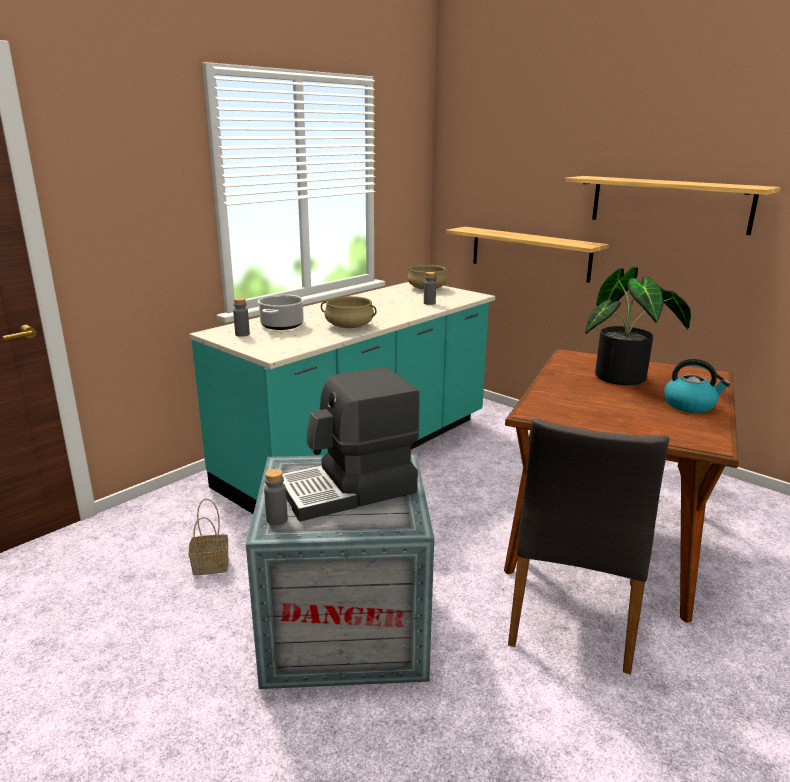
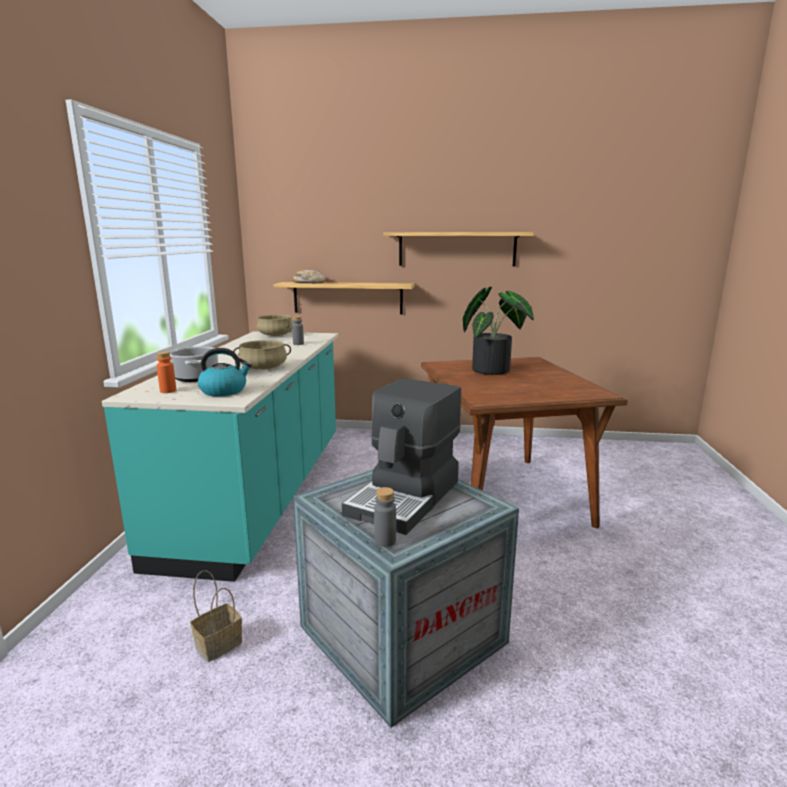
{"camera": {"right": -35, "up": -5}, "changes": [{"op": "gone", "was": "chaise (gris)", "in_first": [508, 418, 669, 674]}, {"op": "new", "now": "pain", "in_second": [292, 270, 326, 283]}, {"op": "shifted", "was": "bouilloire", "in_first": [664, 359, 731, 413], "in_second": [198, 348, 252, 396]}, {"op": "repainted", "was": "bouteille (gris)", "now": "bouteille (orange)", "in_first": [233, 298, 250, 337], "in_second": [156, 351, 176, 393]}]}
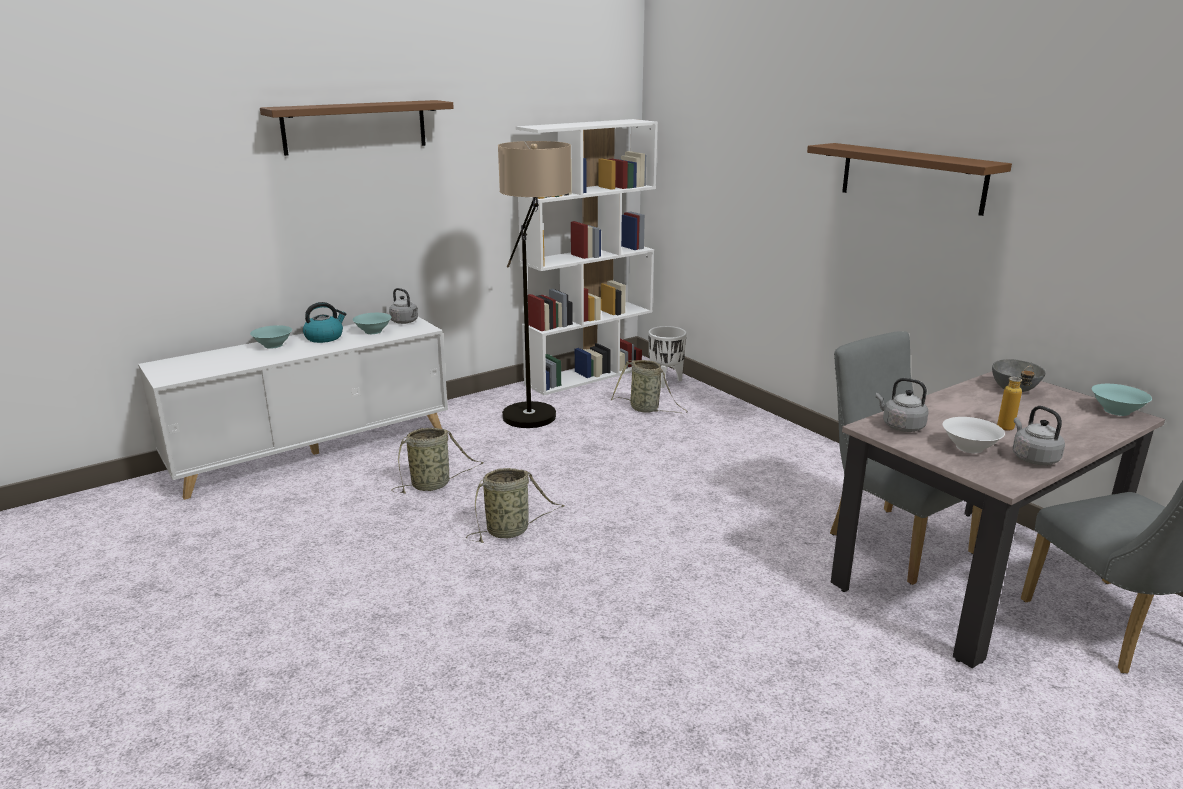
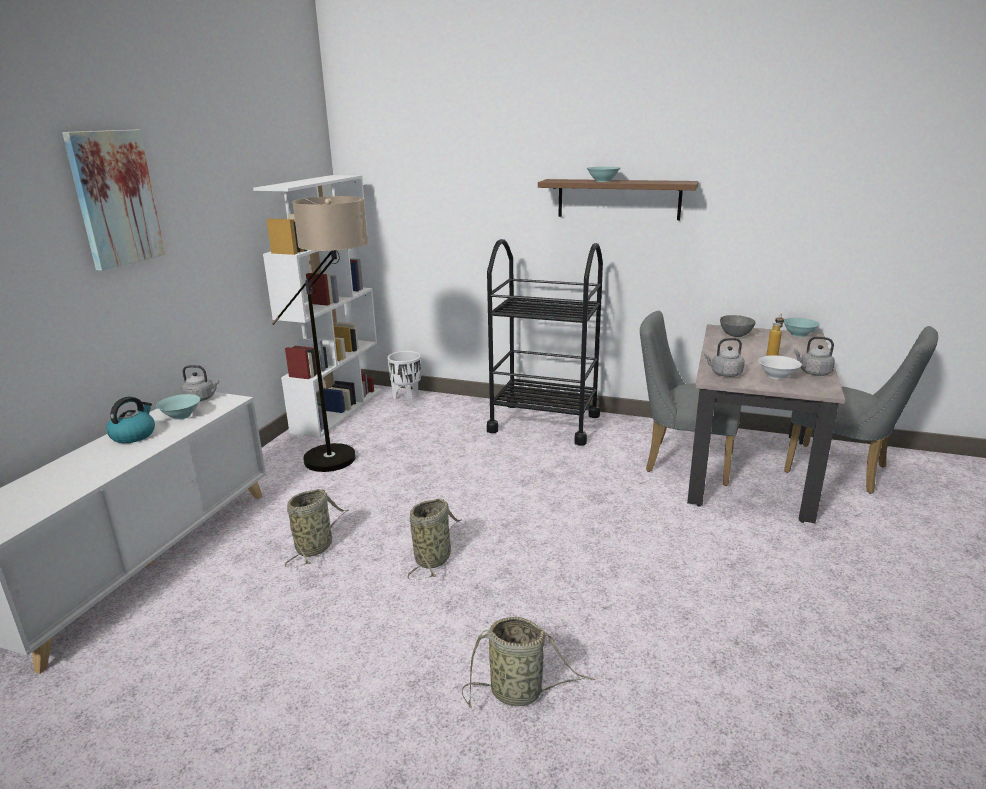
{"camera": {"right": -35, "up": 0}, "changes": [{"op": "new", "now": "chariot (noir)", "in_second": [487, 239, 603, 446]}, {"op": "shifted", "was": "bol (turquoise)", "in_first": [250, 325, 292, 349], "in_second": [587, 167, 620, 182]}, {"op": "shifted", "was": "panier", "in_first": [611, 360, 688, 413], "in_second": [462, 617, 595, 709]}, {"op": "swapped", "was": "étagère (marron)", "now": "tableau", "in_first": [260, 100, 454, 156], "in_second": [62, 129, 165, 271]}]}
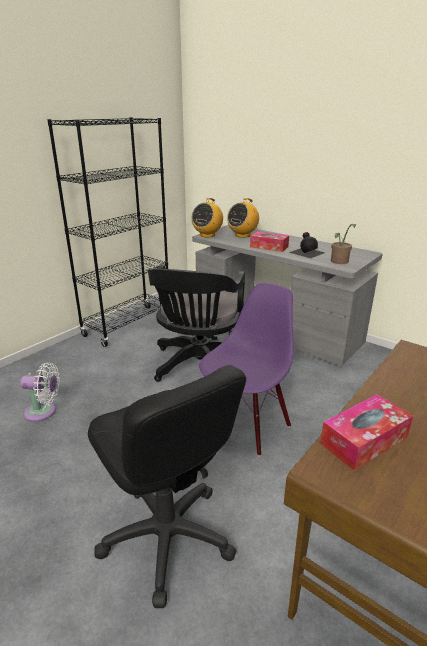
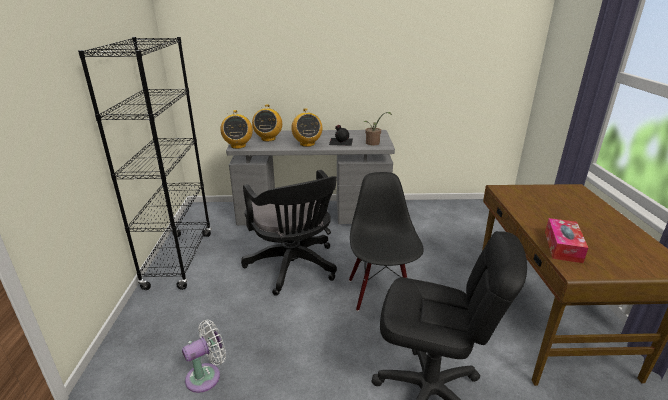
{"camera": {"right": -40, "up": 0}, "changes": [{"op": "swapped", "was": "boîte à mouchoirs", "now": "radio", "in_first": [250, 232, 289, 252], "in_second": [291, 108, 322, 147]}, {"op": "repainted", "was": "chaise (violet)", "now": "chaise (noir)", "in_first": [199, 283, 294, 456], "in_second": [349, 172, 424, 311]}]}
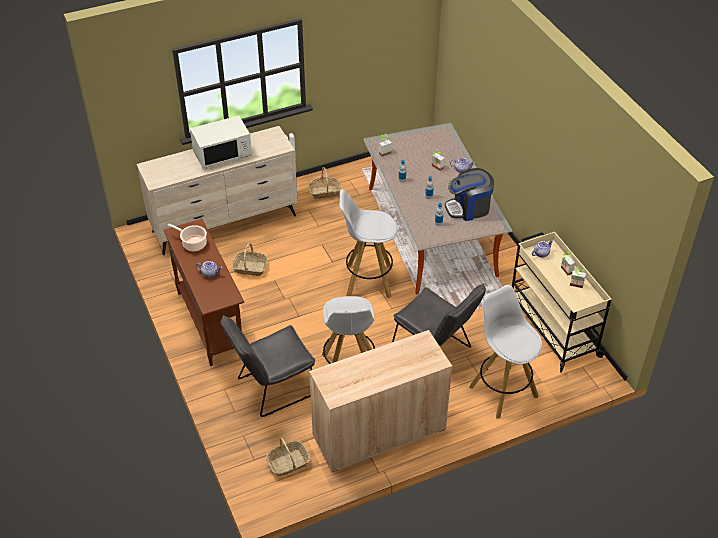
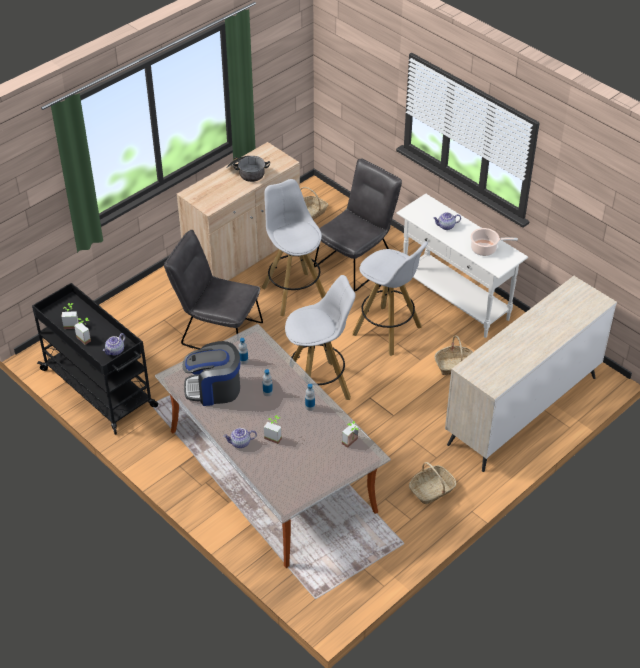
{"camera": {"right": 160, "up": 0}, "changes": [{"op": "gone", "was": "micro-ondes (blanc)", "in_first": [190, 116, 252, 169]}, {"op": "new", "now": "marmite", "in_second": [226, 156, 270, 182]}, {"op": "shifted", "was": "tabouret (blanc)", "in_first": [469, 285, 542, 418], "in_second": [353, 242, 428, 356]}, {"op": "repainted", "was": "table console (marron)", "now": "table console (blanc)", "in_first": [164, 219, 244, 366], "in_second": [396, 193, 528, 338]}, {"op": "repainted", "was": "chariot (beige)", "now": "chariot (noir)", "in_first": [512, 232, 612, 373], "in_second": [32, 283, 158, 435]}, {"op": "rotated", "was": "machine à café", "in_first": [445, 168, 494, 221], "in_second": [183, 341, 240, 406], "clockwise": -150}]}
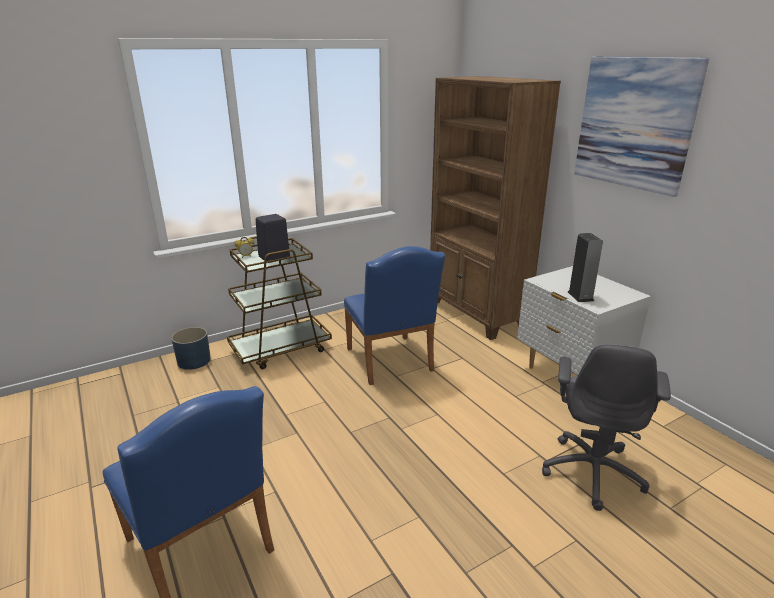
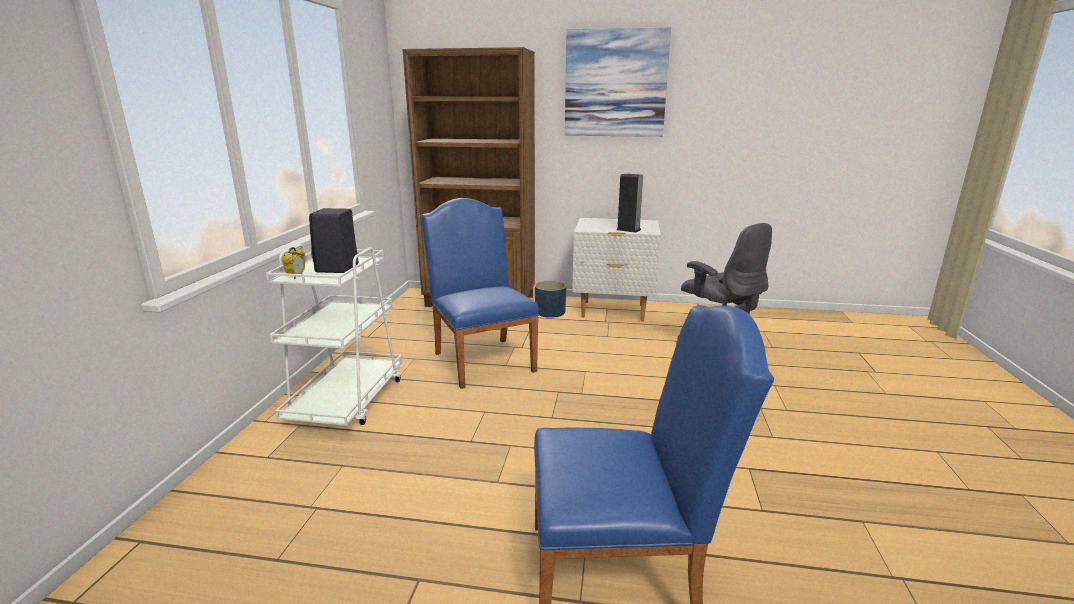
{"camera": {"right": -50, "up": -5}, "changes": [{"op": "shifted", "was": "cache-pot (bleu)", "in_first": [171, 327, 211, 370], "in_second": [535, 280, 566, 318]}, {"op": "repainted", "was": "chariot (marron)", "now": "chariot (blanc)", "in_first": [227, 236, 332, 369], "in_second": [266, 244, 402, 426]}, {"op": "rotated", "was": "chaise (bleu)", "in_first": [344, 246, 445, 385], "in_second": [421, 198, 539, 389], "clockwise": -135}]}
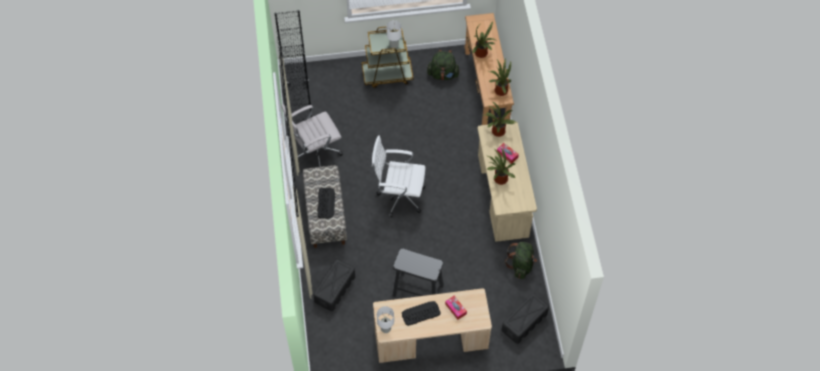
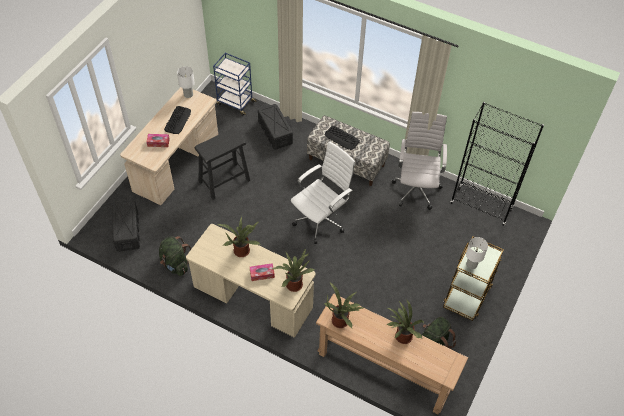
{"camera": {"right": 125, "up": -5}, "changes": [{"op": "new", "now": "chariot (bleu)", "in_second": [213, 53, 256, 115]}]}
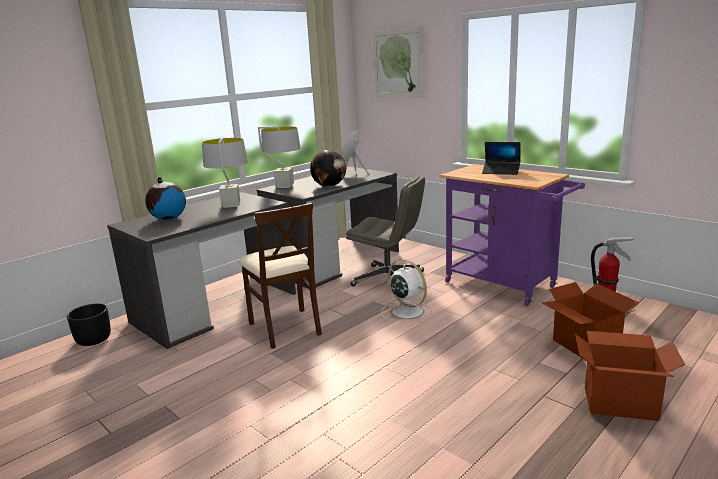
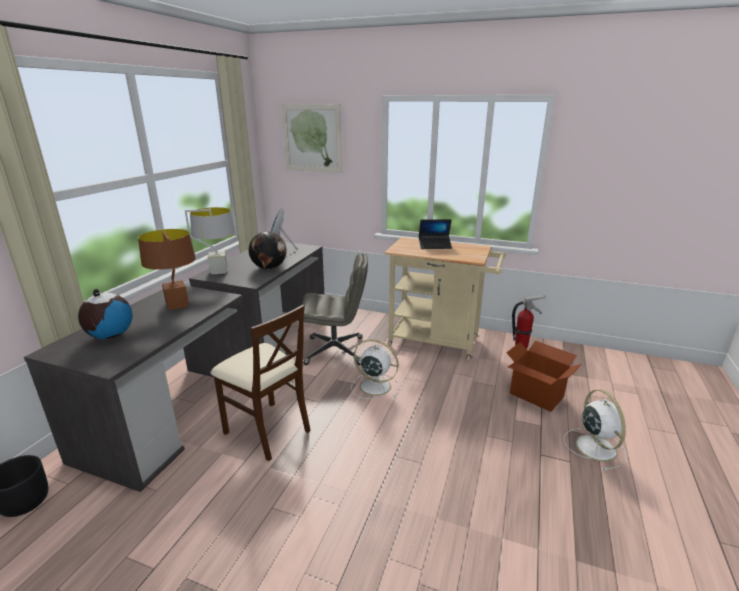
{"camera": {"right": -25, "up": 5}, "changes": [{"op": "swapped", "was": "carton", "now": "ventilateur (blanc)", "in_first": [575, 331, 685, 421], "in_second": [564, 390, 628, 471]}, {"op": "repainted", "was": "lampe de table (gris)", "now": "lampe de table (marron)", "in_first": [202, 138, 248, 208], "in_second": [138, 229, 196, 310]}, {"op": "repainted", "was": "chariot (violet)", "now": "chariot (beige)", "in_first": [440, 164, 585, 306], "in_second": [385, 237, 506, 361]}]}
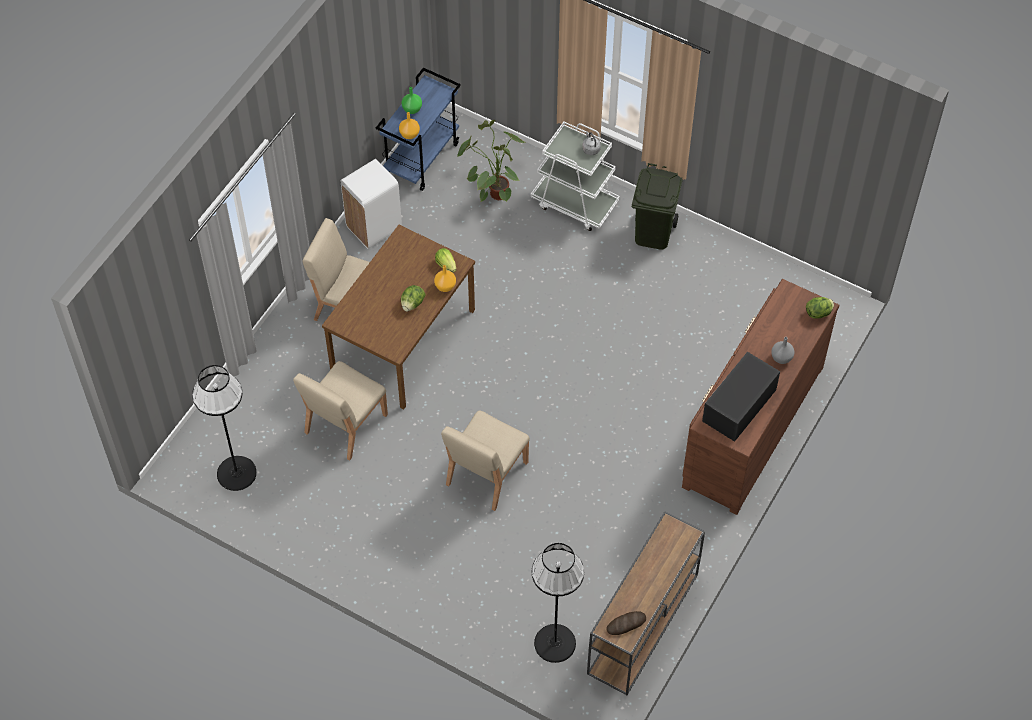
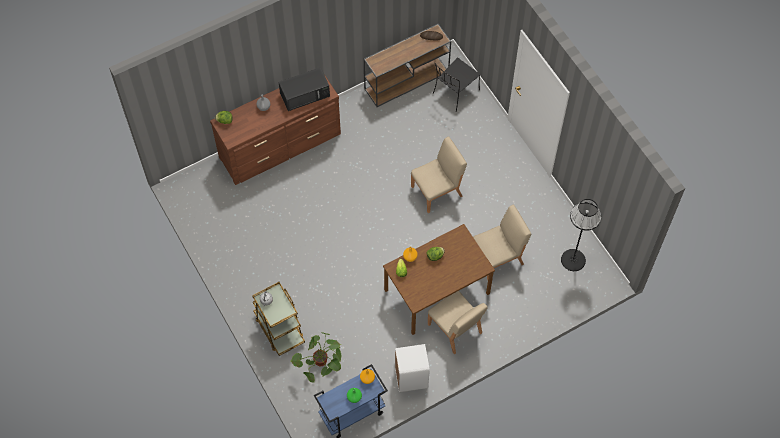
{"camera": {"right": -150, "up": 5}, "changes": [{"op": "gone", "was": "poubelle (vert)", "in_first": [632, 163, 683, 250]}, {"op": "swapped", "was": "lampadaire (noir)", "now": "chaise (noir)", "in_first": [532, 543, 584, 663], "in_second": [433, 57, 480, 112]}, {"op": "repainted", "was": "chariot (blanc)", "now": "chariot (marron)", "in_first": [531, 122, 620, 231], "in_second": [252, 282, 305, 356]}]}
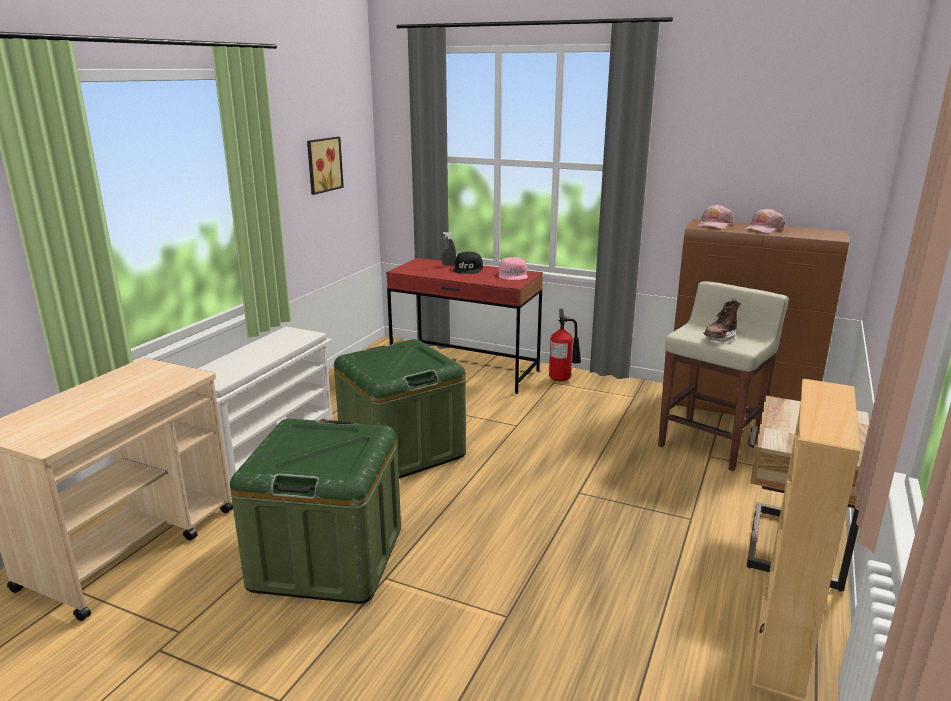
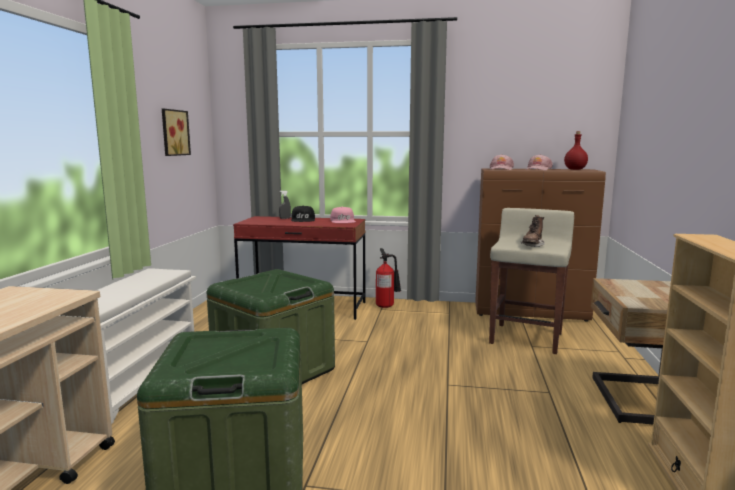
{"camera": {"right": -15, "up": -10}, "changes": [{"op": "new", "now": "bouteille (rouge)", "in_second": [564, 131, 588, 170]}]}
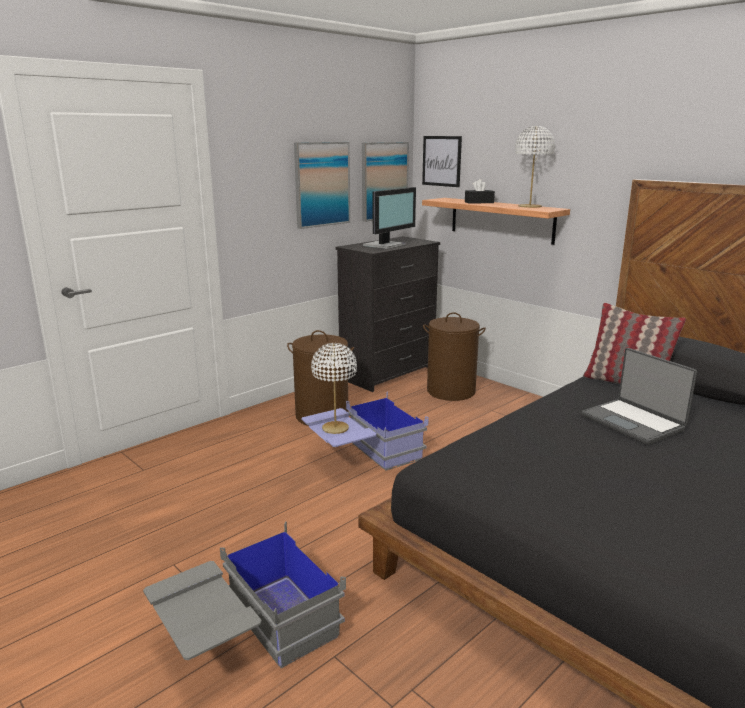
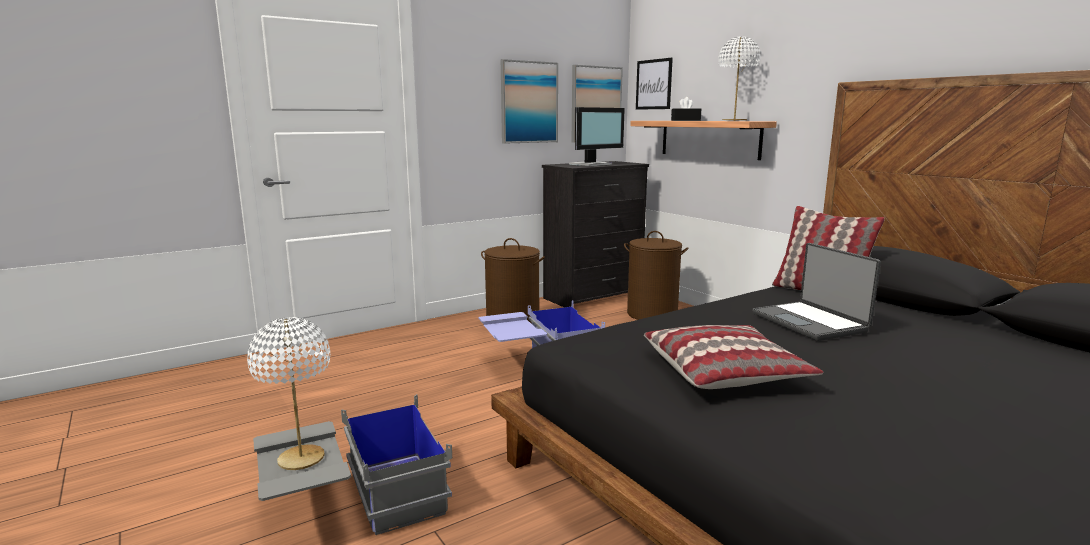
{"camera": {"right": 10, "up": -5}, "changes": [{"op": "new", "now": "coussin", "in_second": [644, 325, 823, 389]}, {"op": "shifted", "was": "lampe de table (blanc)", "in_first": [311, 343, 357, 434], "in_second": [247, 317, 330, 470]}]}
